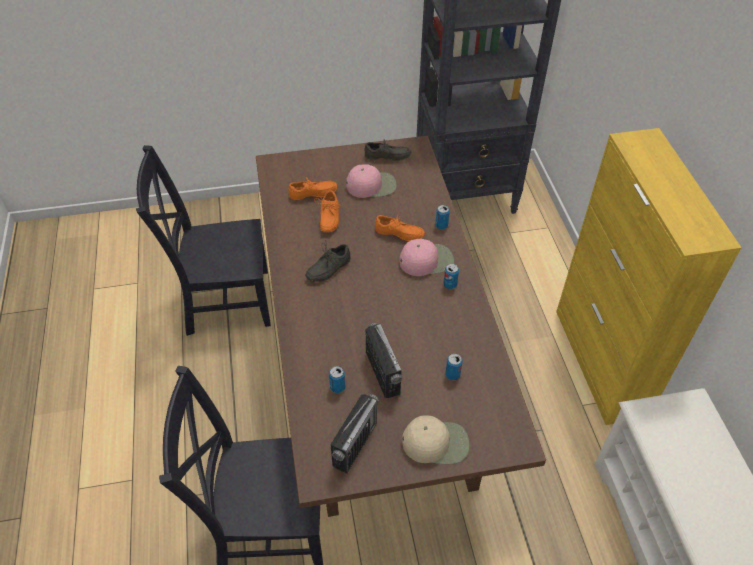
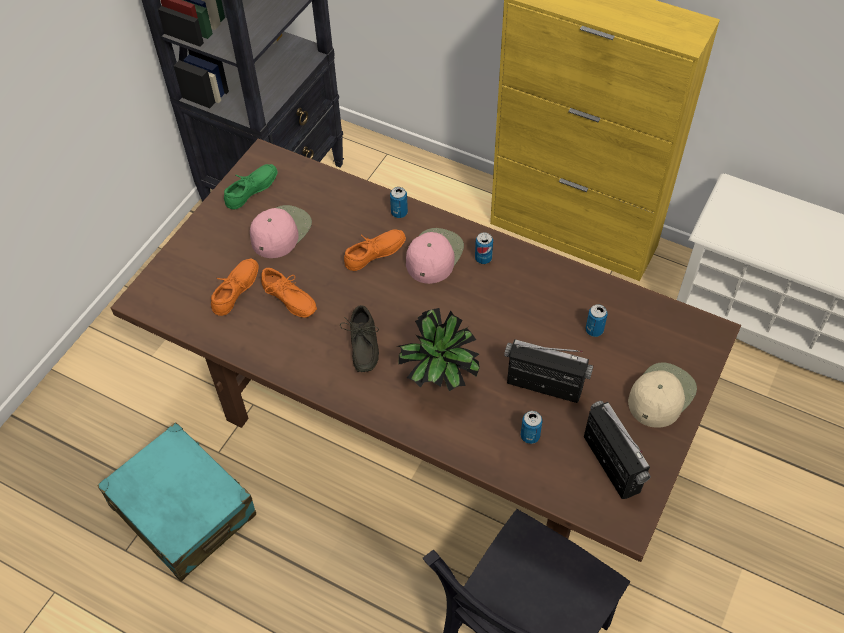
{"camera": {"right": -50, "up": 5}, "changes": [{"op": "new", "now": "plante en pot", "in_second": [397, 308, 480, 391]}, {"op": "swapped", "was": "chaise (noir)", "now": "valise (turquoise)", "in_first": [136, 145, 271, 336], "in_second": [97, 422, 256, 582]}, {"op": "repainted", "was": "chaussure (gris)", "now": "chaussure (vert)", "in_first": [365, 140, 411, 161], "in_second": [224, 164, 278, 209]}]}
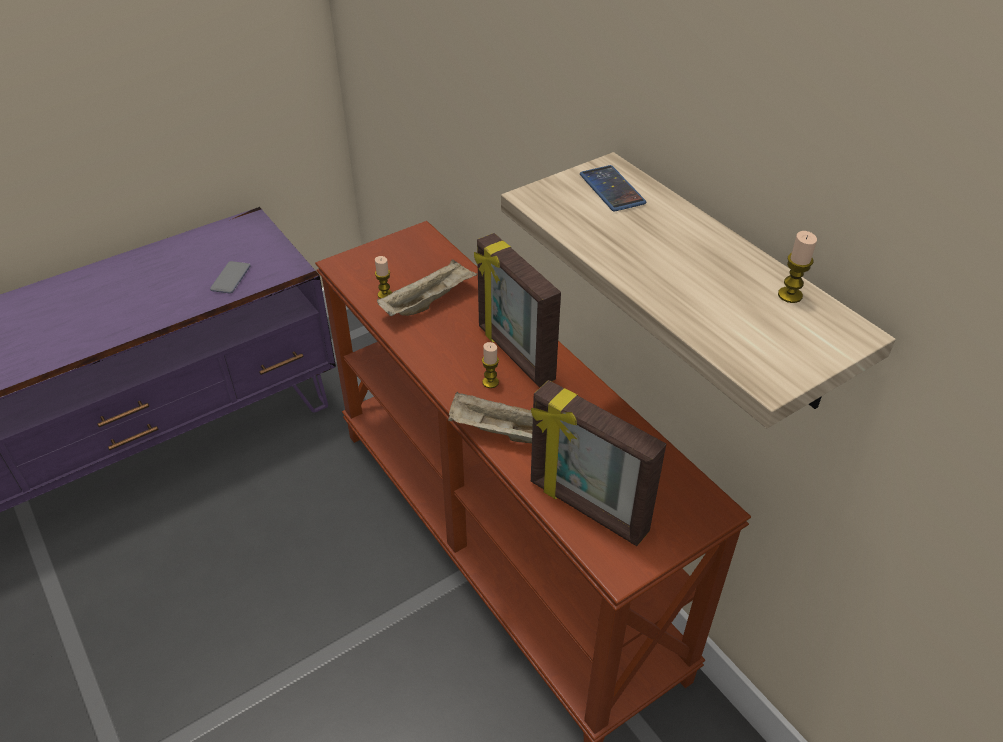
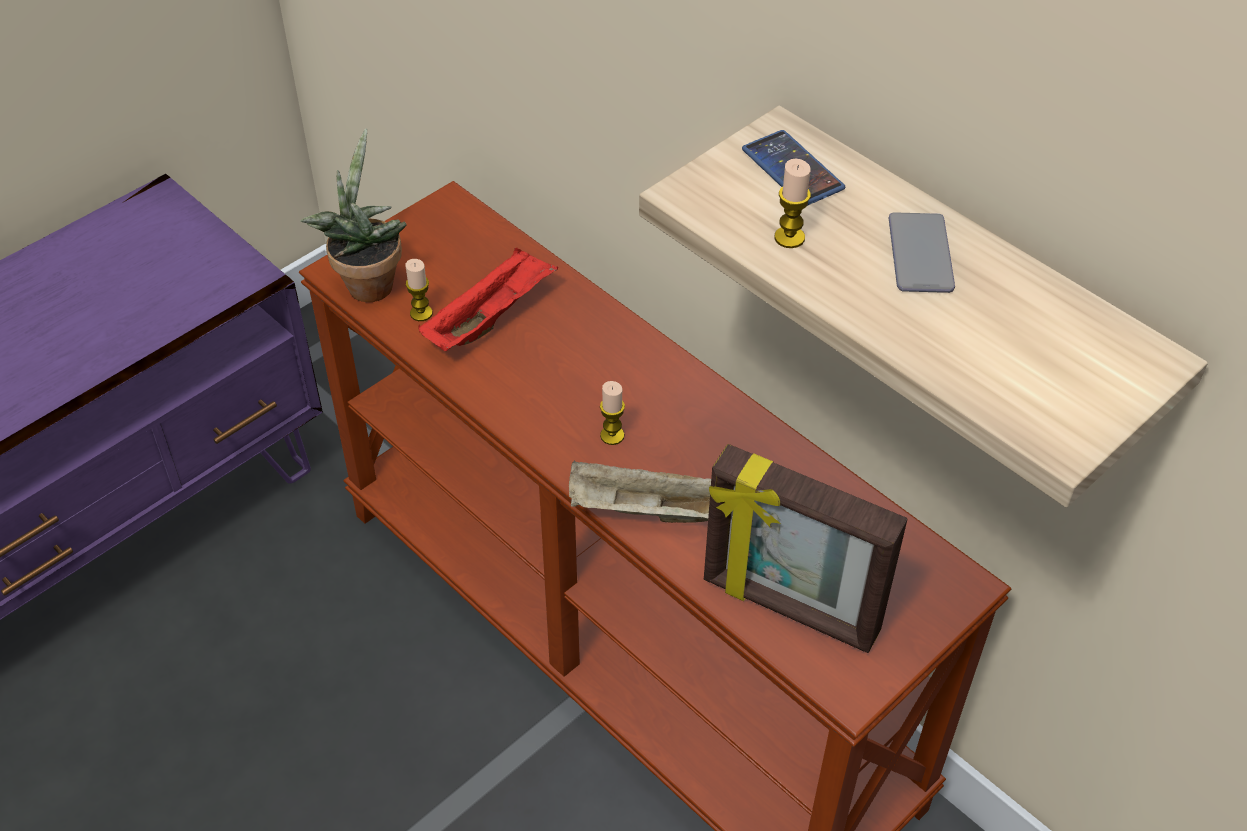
{"camera": {"right": -10, "up": 5}, "changes": [{"op": "gone", "was": "cadre photo", "in_first": [474, 233, 561, 387]}, {"op": "new", "now": "plante en pot", "in_second": [301, 128, 407, 302]}, {"op": "shifted", "was": "téléphone", "in_first": [210, 261, 251, 293], "in_second": [889, 212, 955, 293]}, {"op": "shifted", "was": "bougie", "in_first": [778, 231, 817, 303], "in_second": [774, 159, 811, 248]}, {"op": "repainted", "was": "plateau (beige)", "now": "plateau (rouge)", "in_first": [377, 259, 477, 316], "in_second": [418, 248, 558, 351]}]}
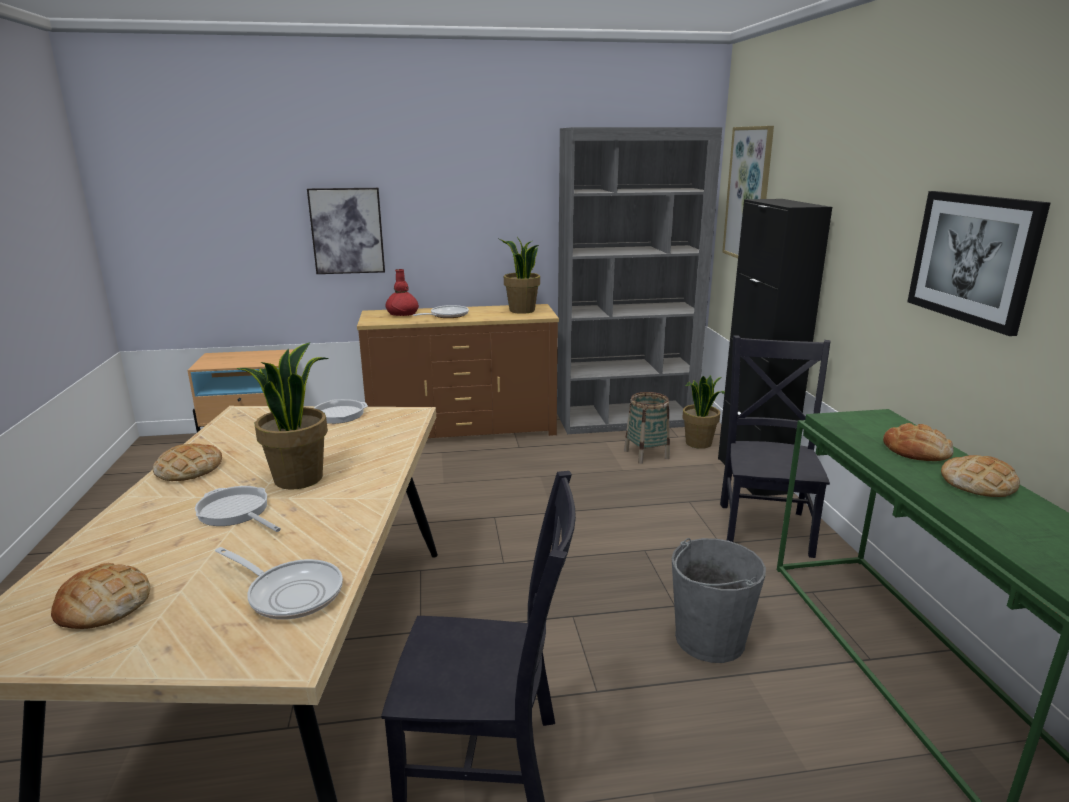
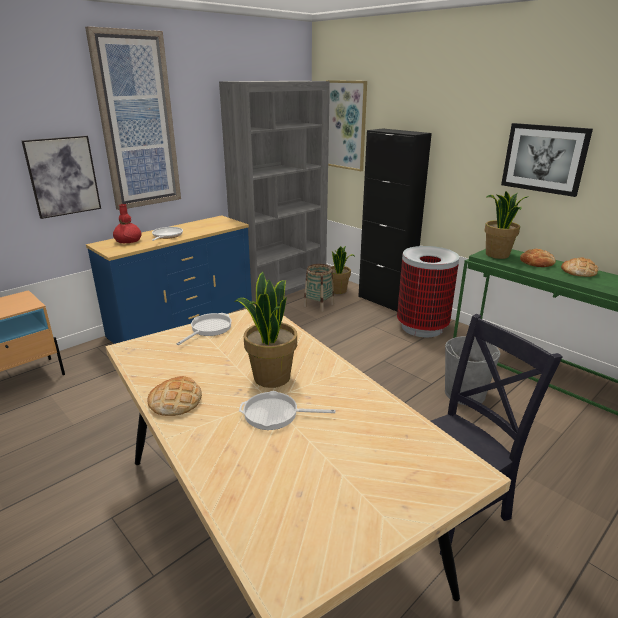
{"camera": {"right": -35, "up": 5}, "changes": [{"op": "gone", "was": "pain", "in_first": [51, 563, 150, 629]}, {"op": "gone", "was": "poêle", "in_first": [215, 547, 343, 620]}, {"op": "new", "now": "tableau", "in_second": [85, 26, 181, 210]}, {"op": "shifted", "was": "plante en pot", "in_first": [499, 237, 540, 314], "in_second": [484, 191, 529, 259]}, {"op": "swapped", "was": "chaise (noir)", "now": "poubelle", "in_first": [720, 336, 831, 558], "in_second": [397, 246, 459, 337]}, {"op": "repainted", "was": "commode (marron)", "now": "commode (bleu)", "in_first": [357, 304, 559, 438], "in_second": [86, 215, 252, 344]}]}
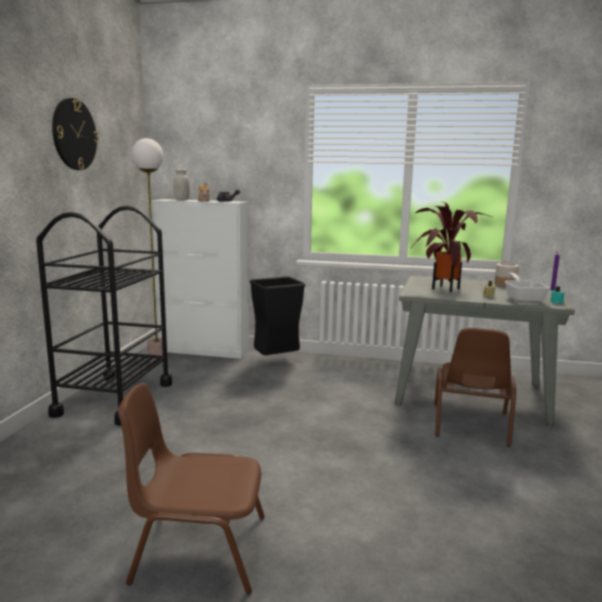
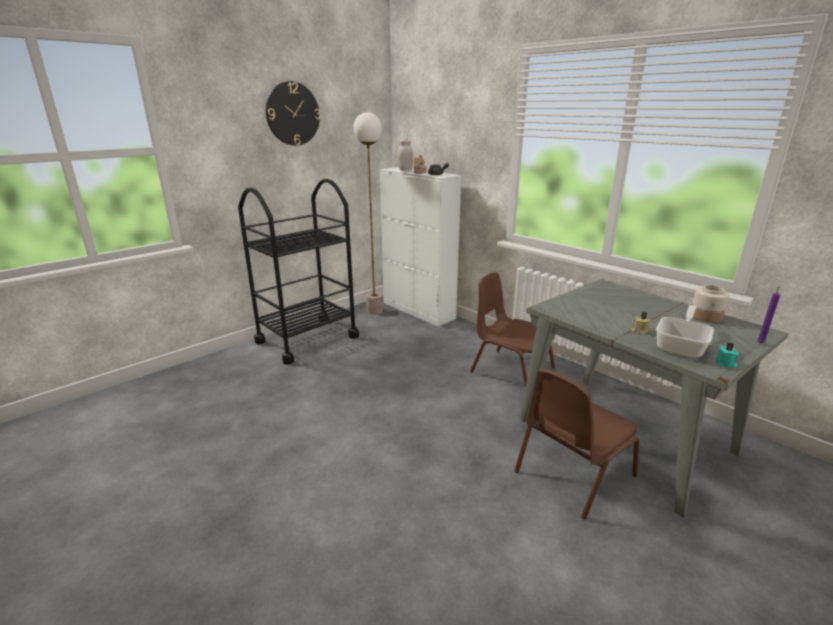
{"camera": {"right": 35, "up": 10}, "changes": [{"op": "gone", "was": "poubelle (noir)", "in_first": [250, 277, 305, 355]}, {"op": "gone", "was": "plante en pot", "in_first": [410, 202, 494, 292]}, {"op": "shifted", "was": "chaise (marron)", "in_first": [118, 383, 265, 594], "in_second": [470, 272, 555, 388]}]}
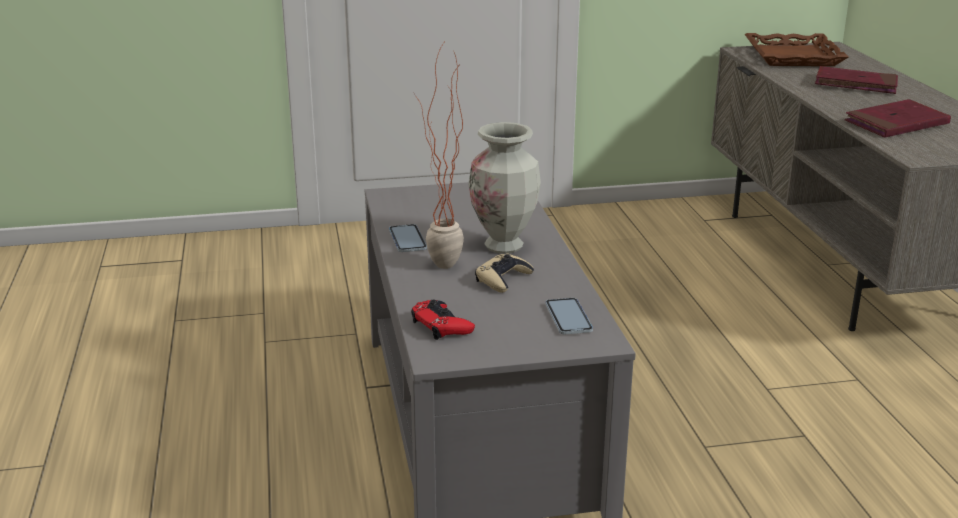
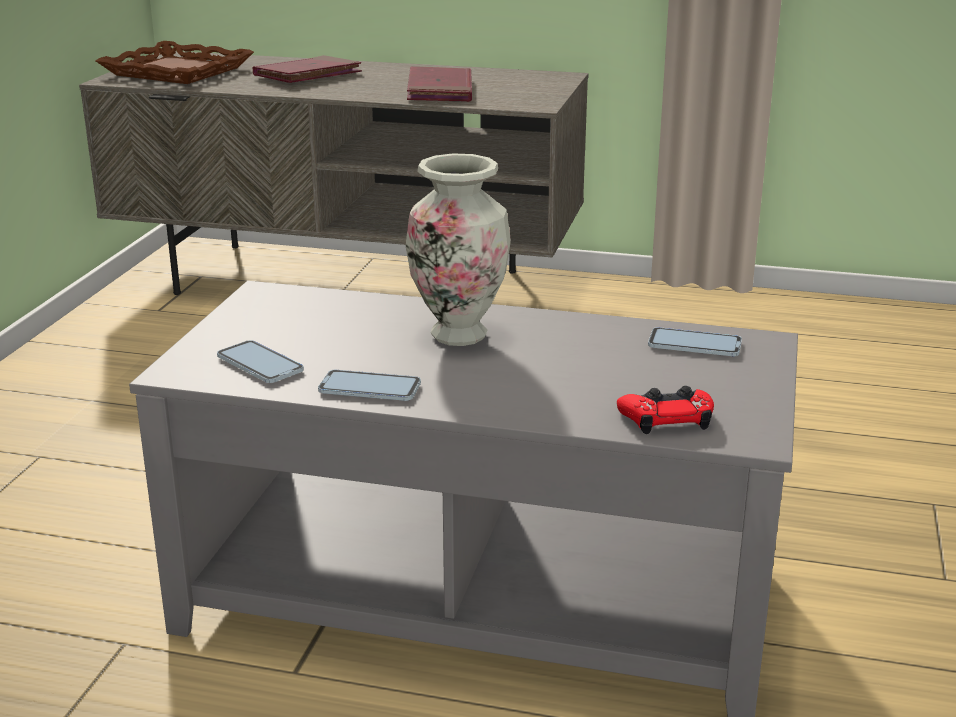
{"camera": {"right": -65, "up": 0}, "changes": [{"op": "gone", "was": "plante en pot", "in_first": [413, 43, 464, 269]}, {"op": "gone", "was": "manette (beige)", "in_first": [475, 253, 534, 293]}, {"op": "new", "now": "téléphone", "in_second": [217, 340, 304, 383]}]}
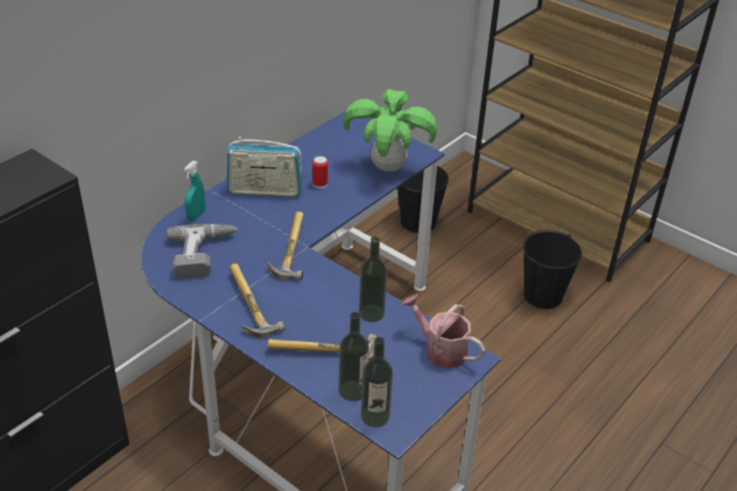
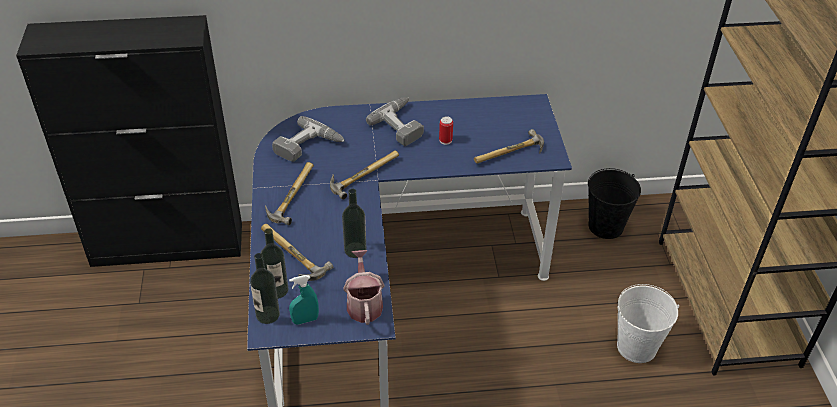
{"camera": {"right": 45, "up": 5}, "changes": [{"op": "shifted", "was": "vaporisateur (turquoise)", "in_first": [184, 161, 206, 221], "in_second": [289, 275, 319, 325]}, {"op": "swapped", "was": "radio", "now": "perceuse", "in_first": [226, 137, 303, 197], "in_second": [366, 97, 424, 146]}, {"op": "swapped", "was": "plante en pot", "now": "marteau", "in_first": [343, 89, 437, 171], "in_second": [474, 129, 544, 164]}, {"op": "repainted", "was": "seau (noir)", "now": "seau (blanc)", "in_first": [523, 230, 582, 309], "in_second": [617, 284, 679, 363]}]}
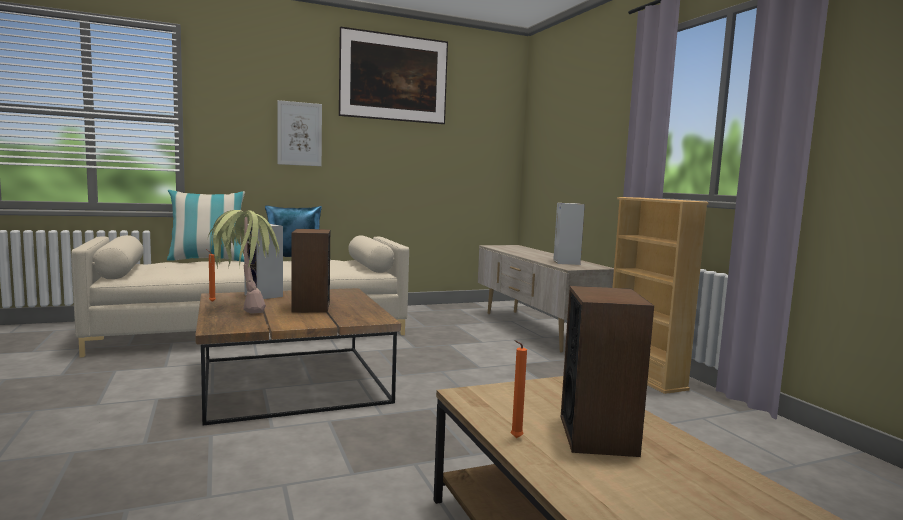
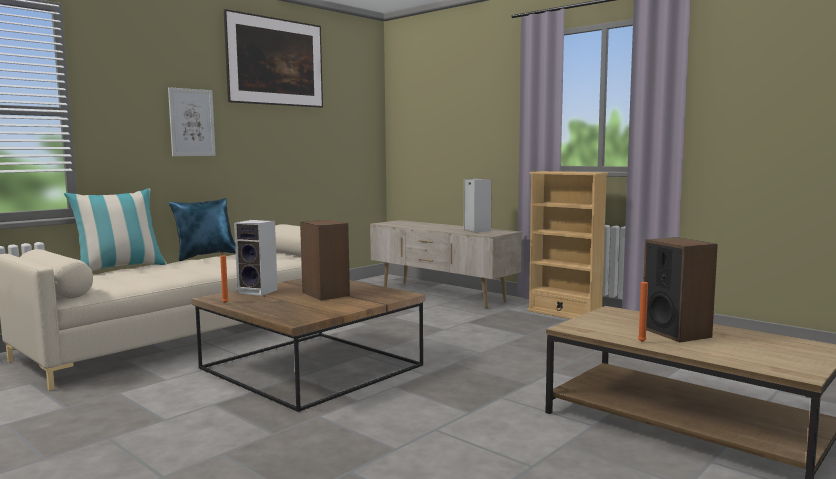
{"camera": {"right": -25, "up": 0}, "changes": [{"op": "gone", "was": "plante en pot", "in_first": [208, 210, 279, 313]}]}
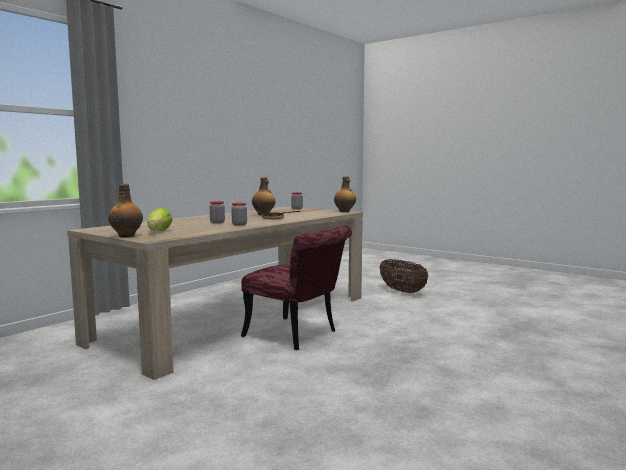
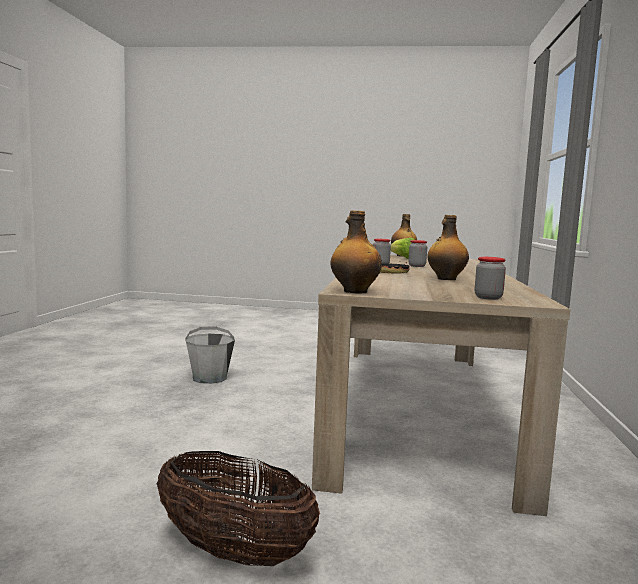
{"camera": {"right": 150, "up": 0}, "changes": [{"op": "gone", "was": "chaise (rouge)", "in_first": [241, 226, 352, 350]}, {"op": "new", "now": "seau (gris)", "in_second": [185, 326, 235, 384]}]}
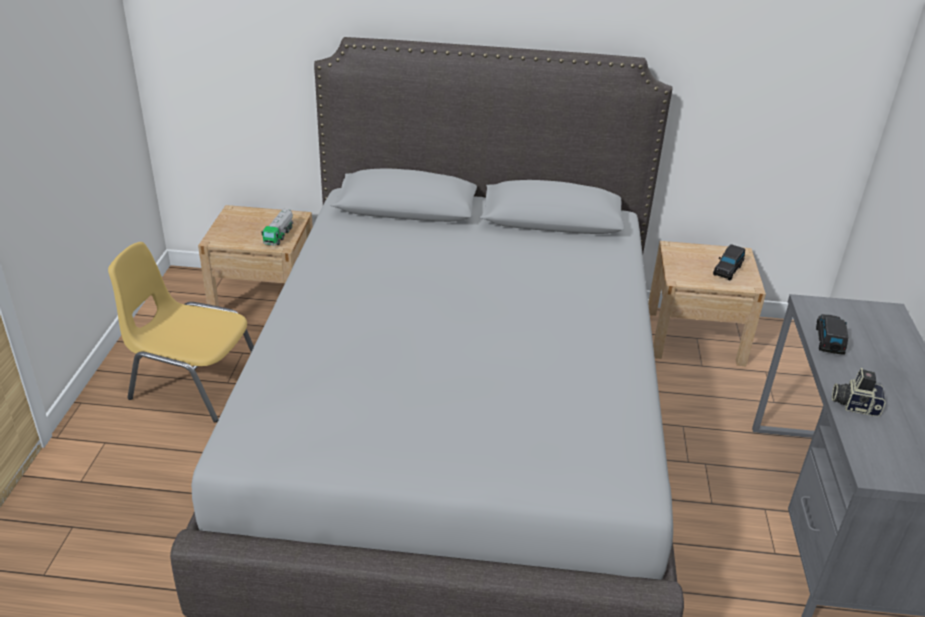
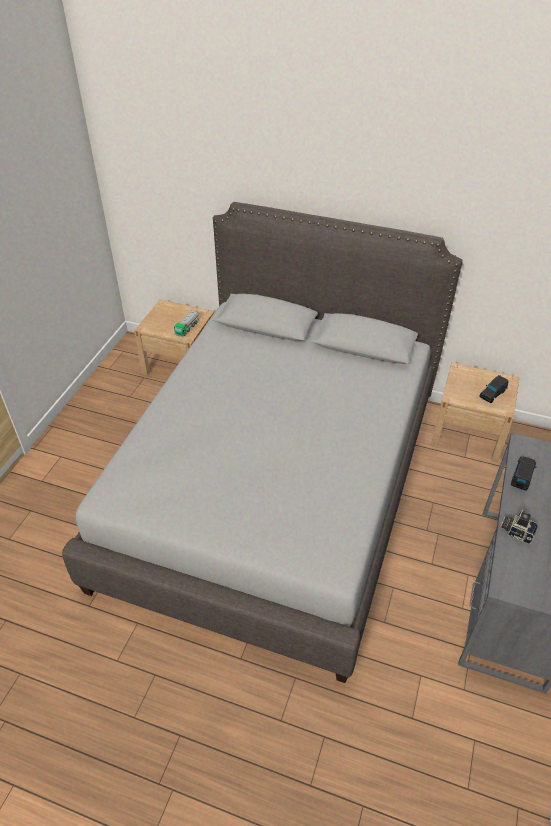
{"camera": {"right": 15, "up": 10}, "changes": [{"op": "gone", "was": "chaise (jaune)", "in_first": [108, 242, 254, 422]}]}
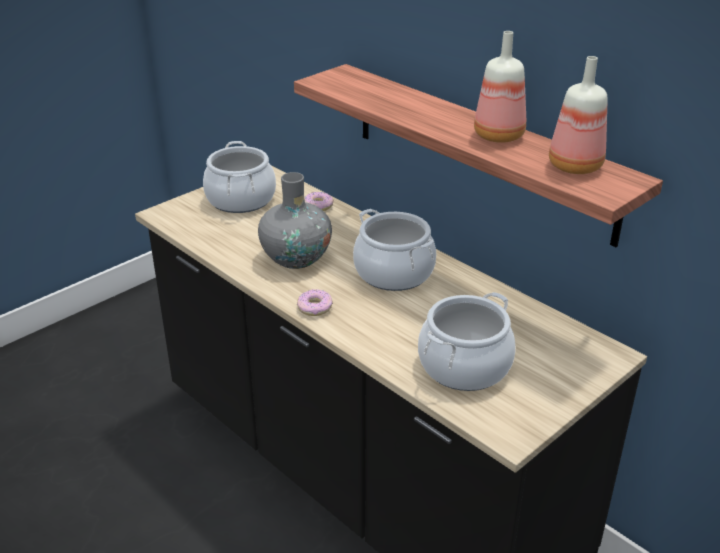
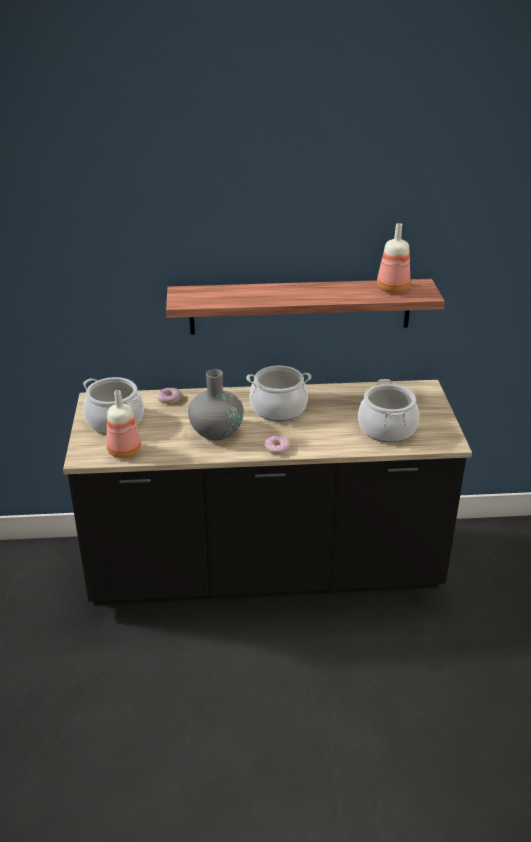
{"camera": {"right": -50, "up": 0}, "changes": [{"op": "shifted", "was": "bouteille", "in_first": [474, 31, 526, 143], "in_second": [106, 390, 141, 458]}]}
